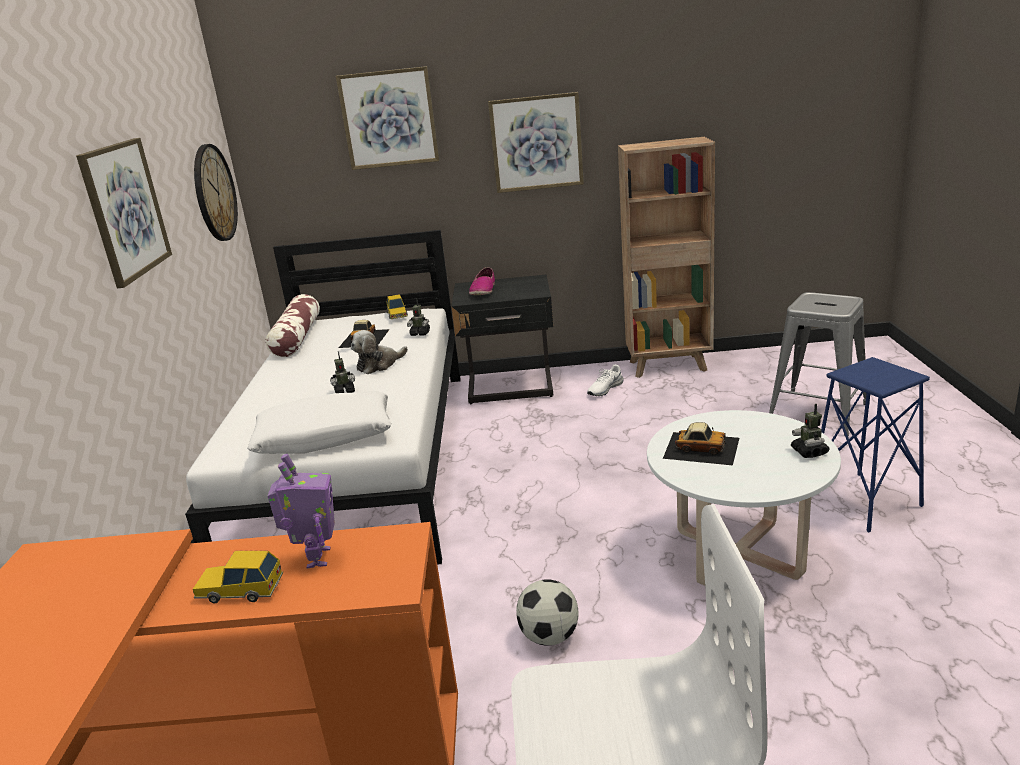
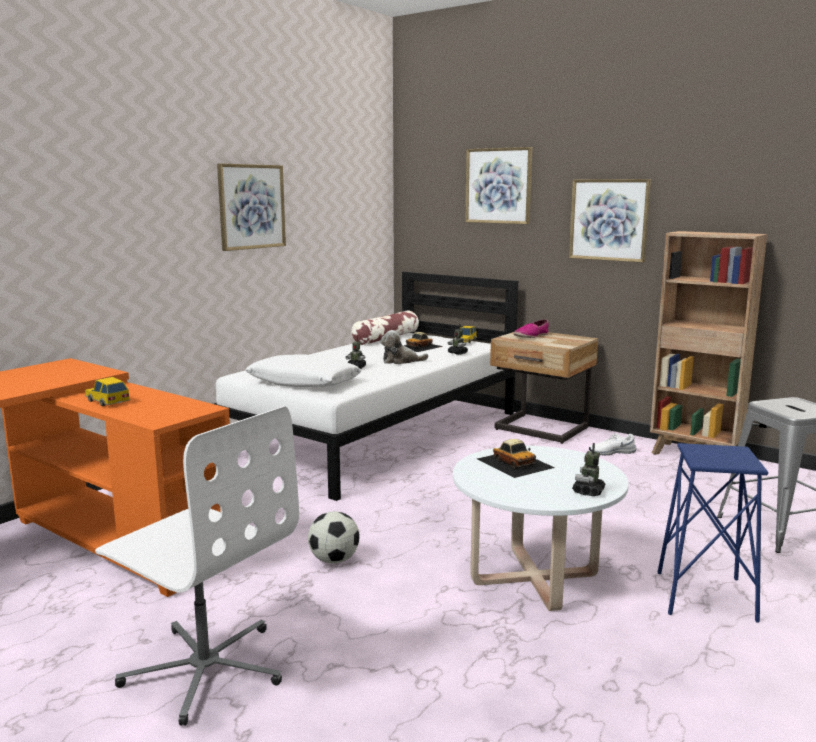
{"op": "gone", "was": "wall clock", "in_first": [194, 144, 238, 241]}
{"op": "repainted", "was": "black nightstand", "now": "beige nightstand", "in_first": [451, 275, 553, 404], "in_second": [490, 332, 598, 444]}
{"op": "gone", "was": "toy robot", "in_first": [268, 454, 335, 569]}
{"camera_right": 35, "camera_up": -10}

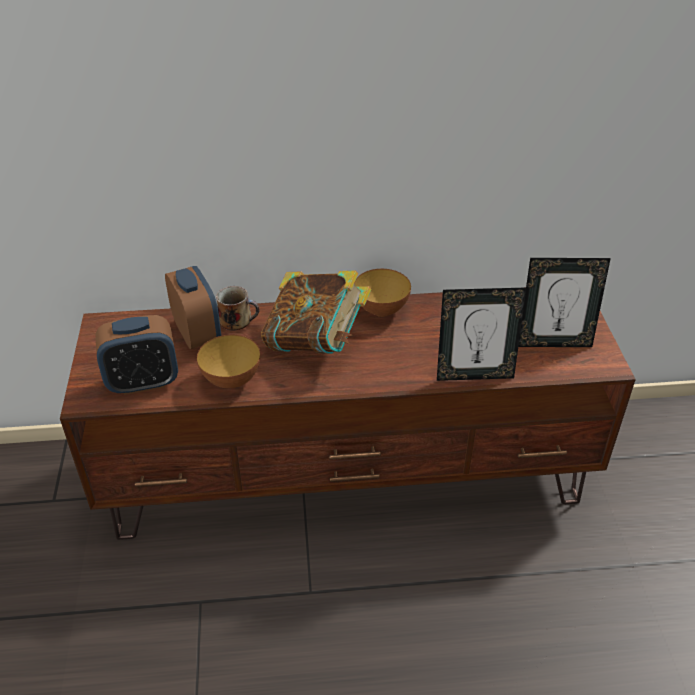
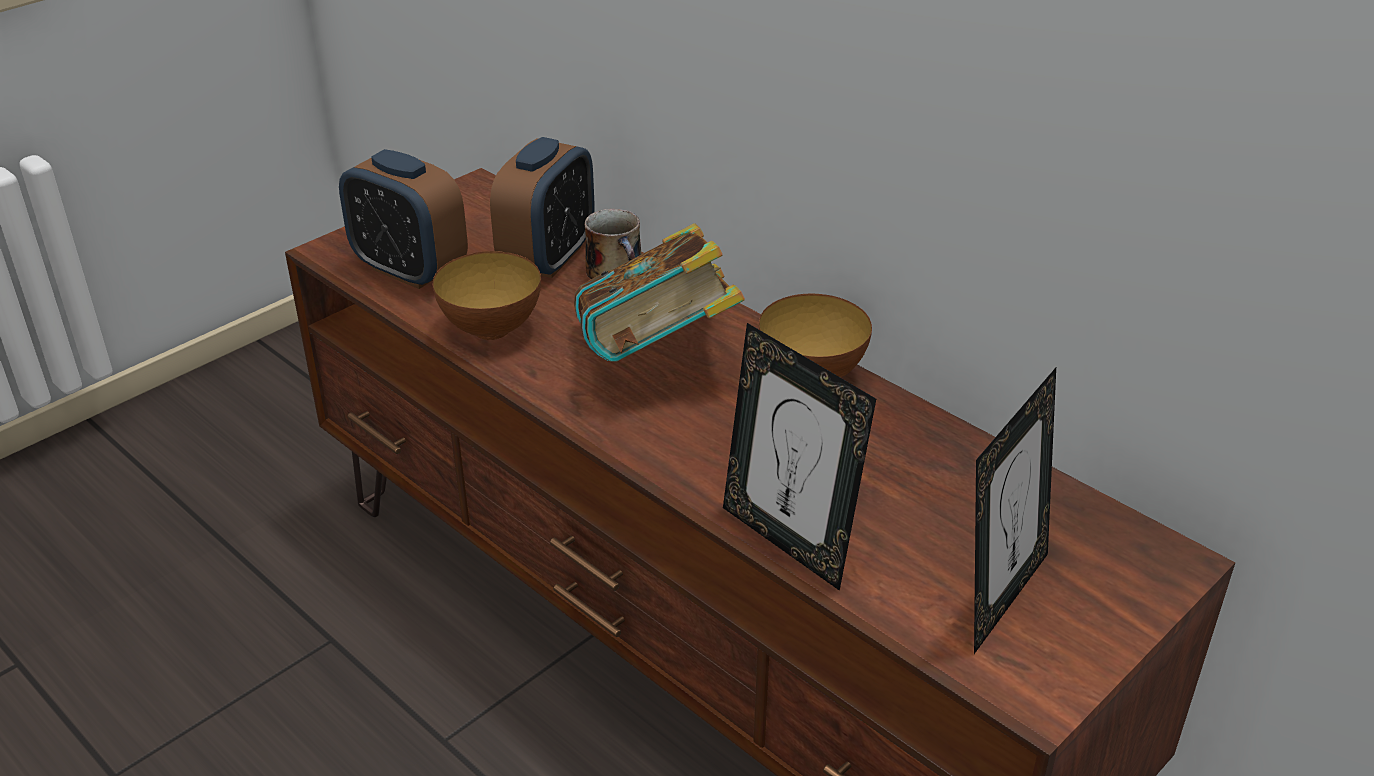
{"op": "rotated", "was": "picture frame", "in_first": [518, 258, 611, 347], "in_second": [974, 368, 1056, 654], "clockwise": -105}
{"camera_right": 50, "camera_up": -5}

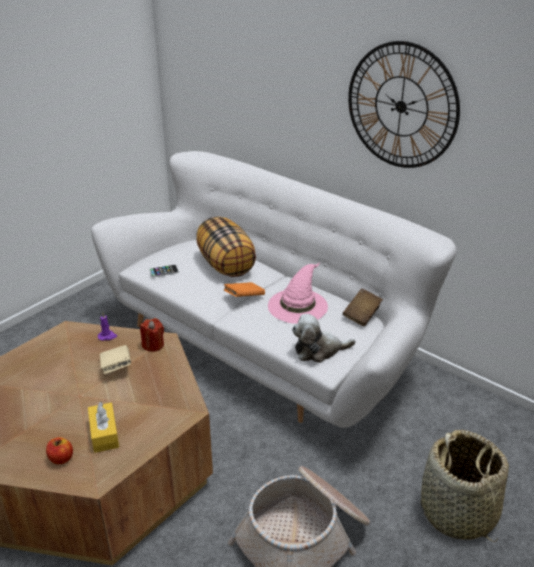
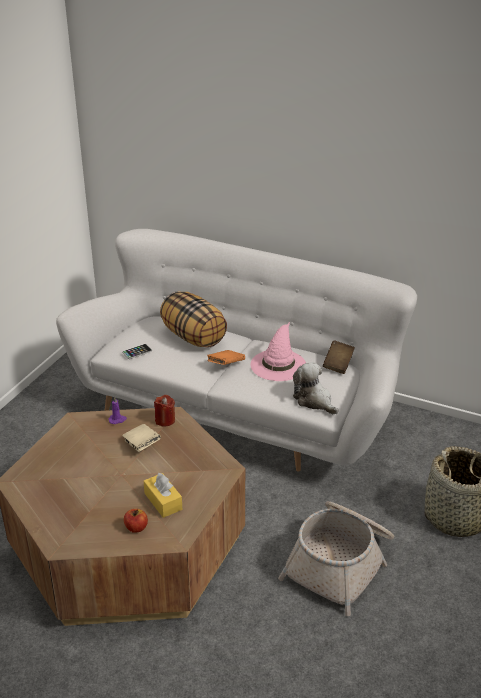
{"op": "gone", "was": "wall clock", "in_first": [348, 41, 460, 168]}
{"op": "rotated", "was": "plush toy", "in_first": [292, 314, 355, 363], "in_second": [293, 362, 339, 414], "clockwise": 75}
{"camera_right": -15, "camera_up": 0}

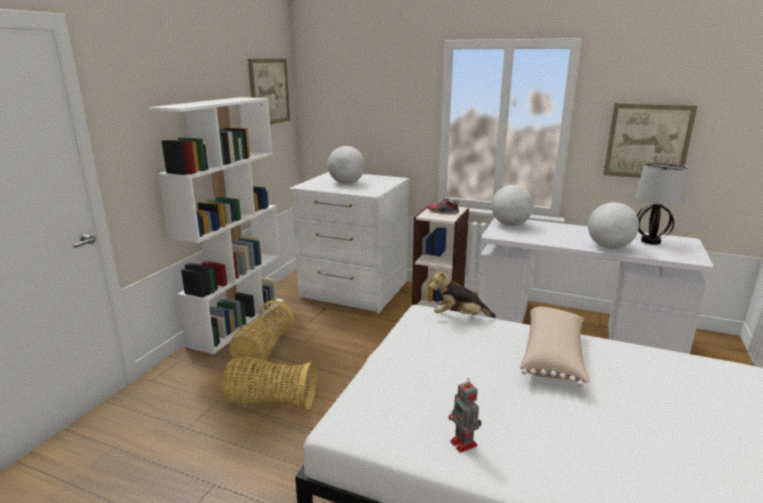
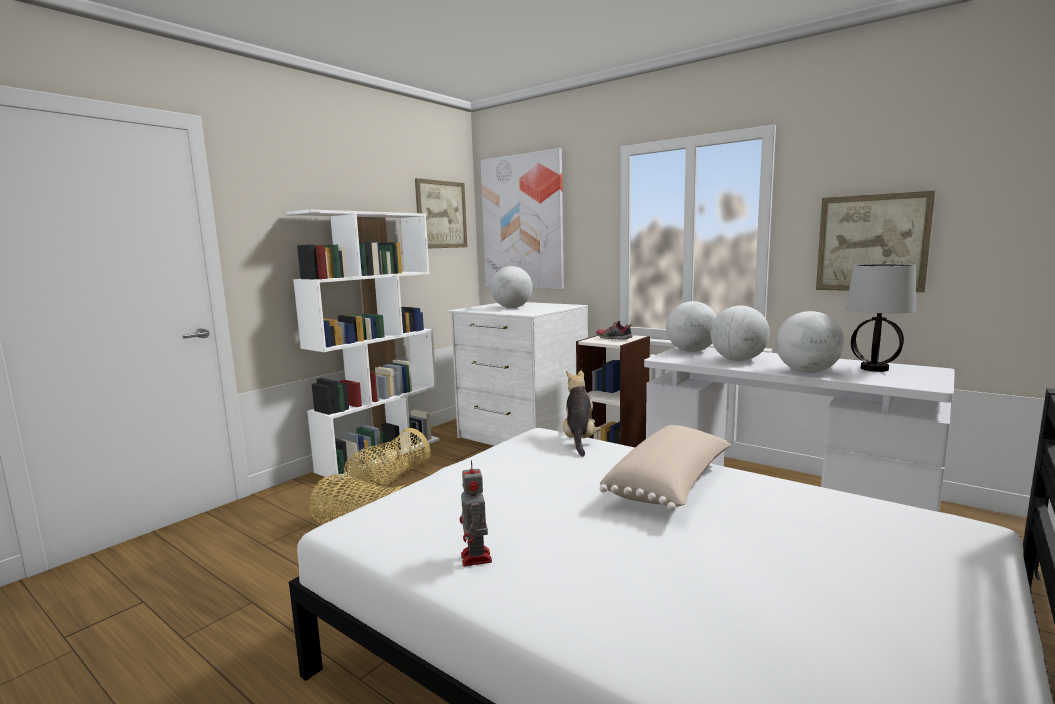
{"op": "rotated", "was": "plush toy", "in_first": [429, 268, 496, 318], "in_second": [563, 370, 601, 457], "clockwise": 75}
{"op": "new", "now": "picture", "in_second": [480, 148, 564, 289]}
{"op": "new", "now": "globe", "in_second": [711, 306, 770, 361]}
{"camera_right": 15, "camera_up": -10}

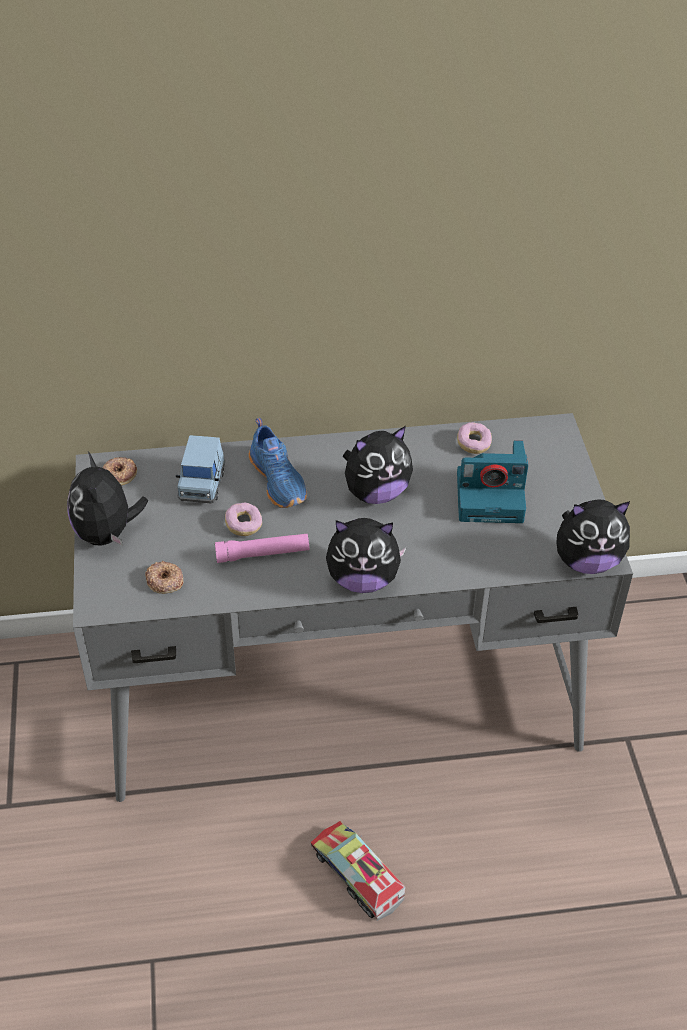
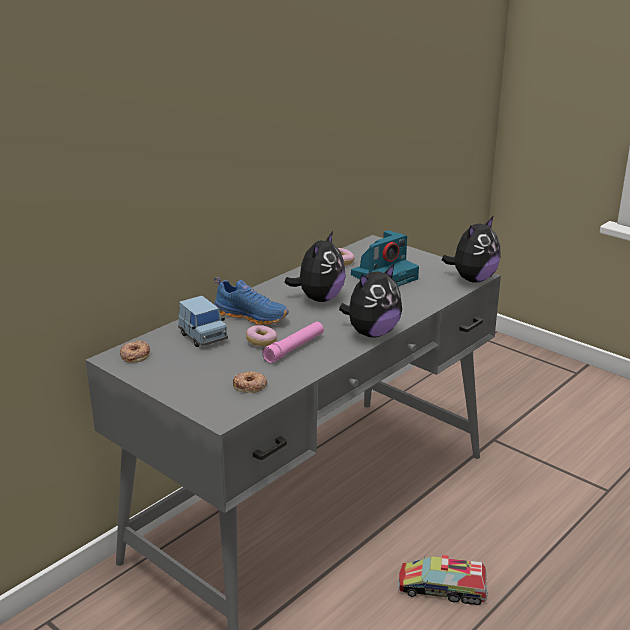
{"op": "gone", "was": "plush toy", "in_first": [67, 452, 148, 546]}
{"camera_right": -40, "camera_up": -20}

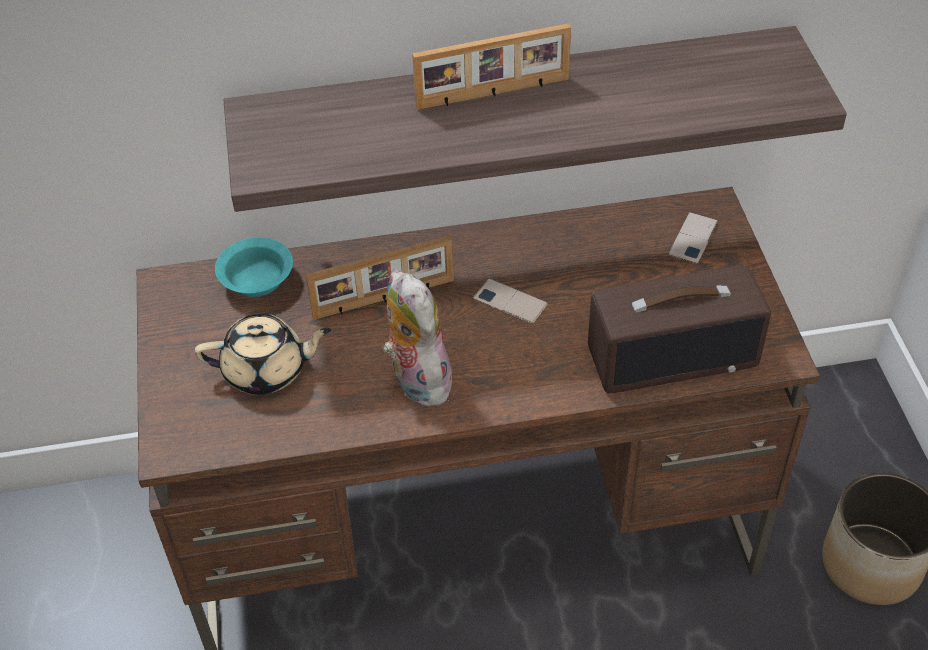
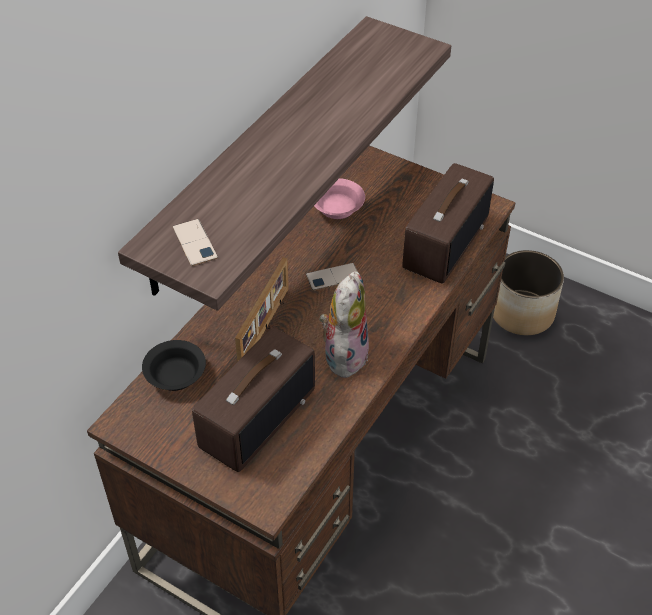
{"op": "gone", "was": "picture frame", "in_first": [412, 23, 571, 110]}
{"op": "shifted", "was": "phone", "in_first": [668, 212, 718, 264], "in_second": [173, 219, 218, 266]}
{"op": "repainted", "was": "turquoise bowl", "now": "black bowl", "in_first": [215, 237, 293, 297], "in_second": [142, 340, 206, 391]}
{"op": "rotated", "was": "plush toy", "in_first": [382, 270, 452, 407], "in_second": [320, 271, 369, 381], "clockwise": 90}
{"op": "swapped", "was": "beige teapot", "now": "radio", "in_first": [195, 313, 331, 395], "in_second": [192, 327, 315, 472]}
{"op": "new", "now": "pink bowl", "in_second": [314, 178, 365, 219]}
{"camera_right": -50, "camera_up": 0}

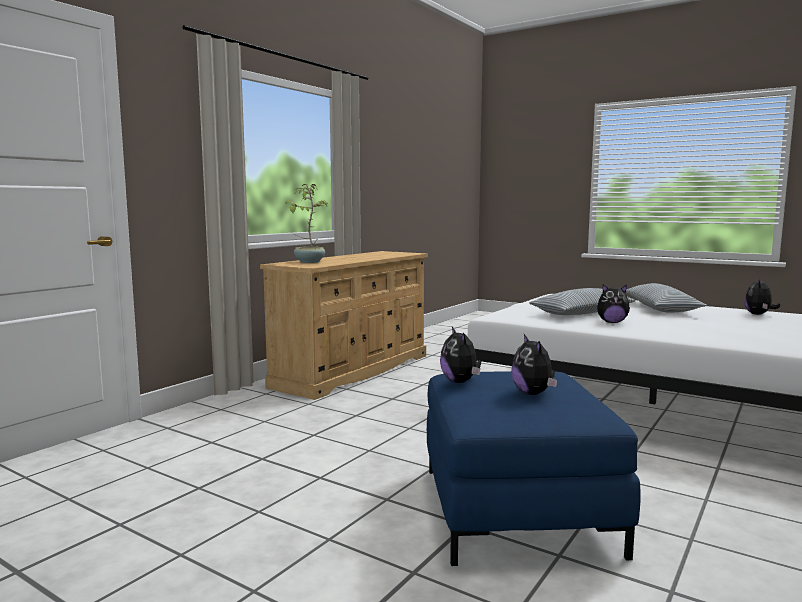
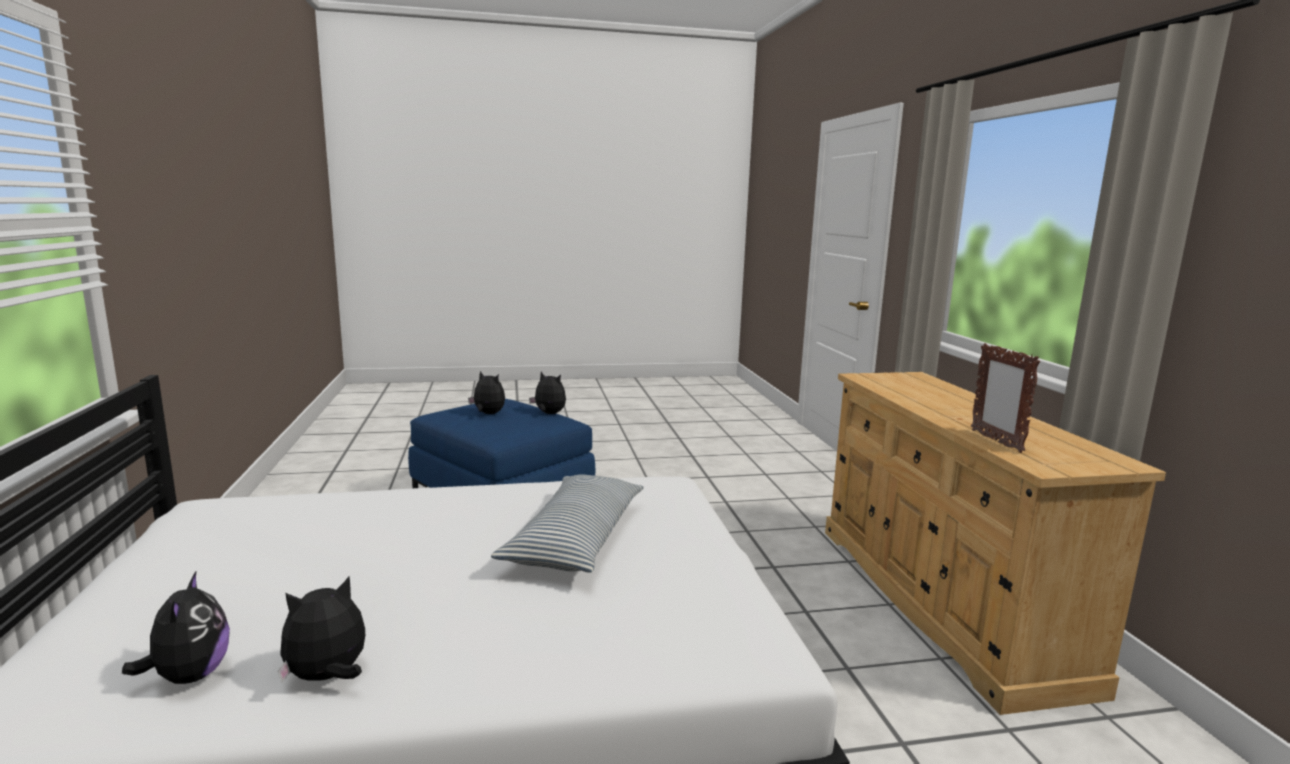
{"op": "gone", "was": "potted plant", "in_first": [286, 184, 328, 263]}
{"op": "gone", "was": "pillow", "in_first": [626, 283, 707, 313]}
{"op": "shifted", "was": "plush toy", "in_first": [597, 284, 630, 323], "in_second": [278, 577, 365, 682]}
{"op": "new", "now": "picture frame", "in_second": [971, 343, 1040, 453]}
{"camera_right": 135, "camera_up": 5}

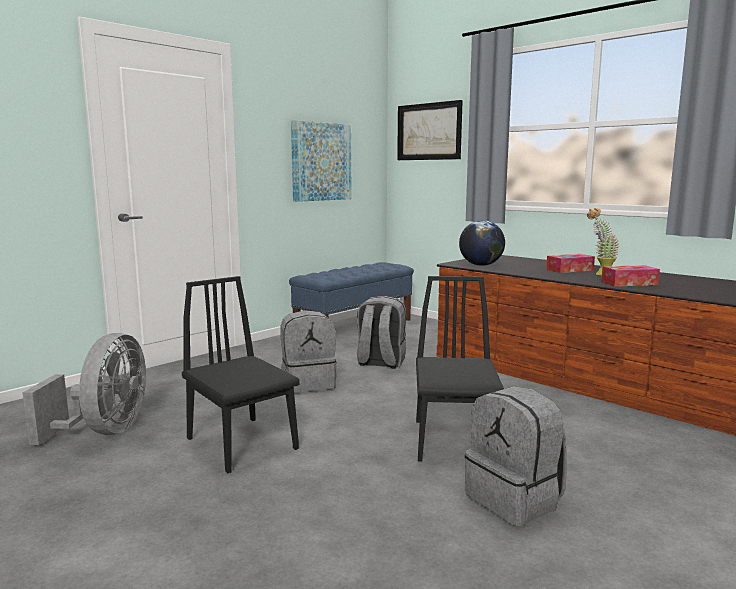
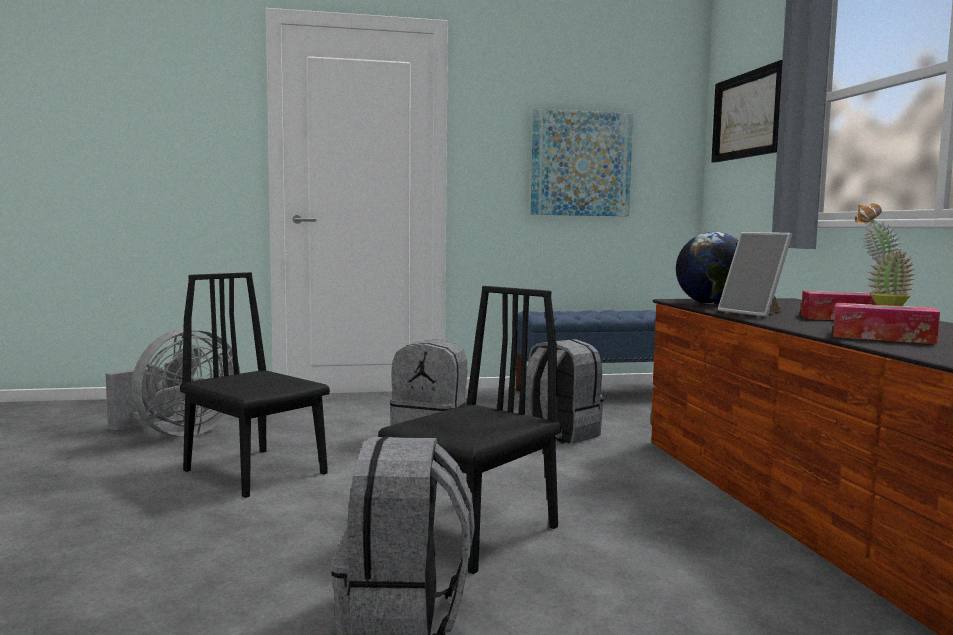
{"op": "rotated", "was": "black chair", "in_first": [182, 276, 300, 473], "in_second": [180, 272, 330, 498], "clockwise": -45}
{"op": "new", "now": "picture frame", "in_second": [718, 232, 792, 317]}
{"camera_right": 35, "camera_up": -5}

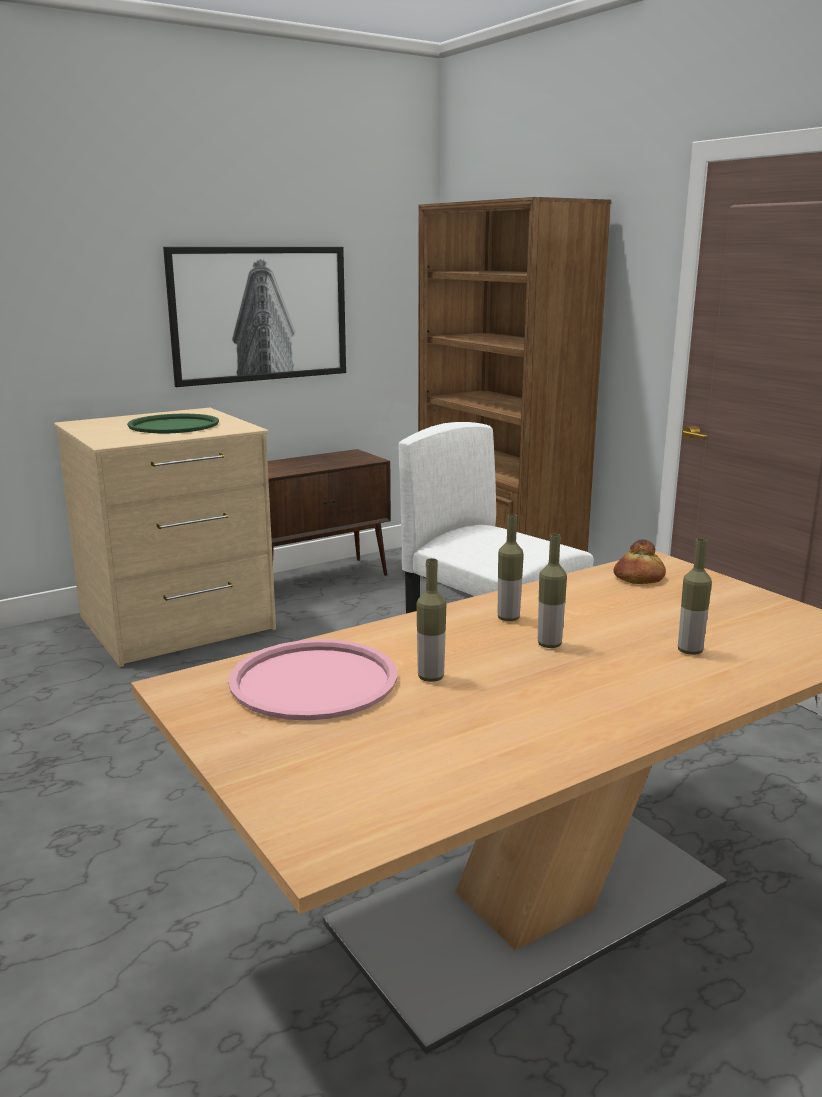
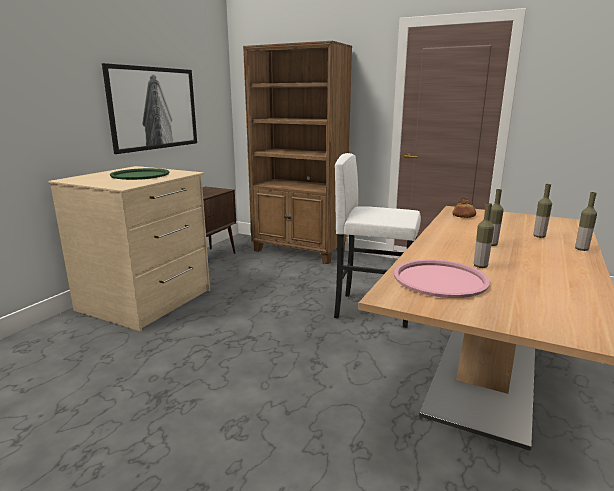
{"op": "shifted", "was": "bottle", "in_first": [498, 514, 524, 621], "in_second": [575, 192, 597, 251]}
{"camera_right": -30, "camera_up": 0}

